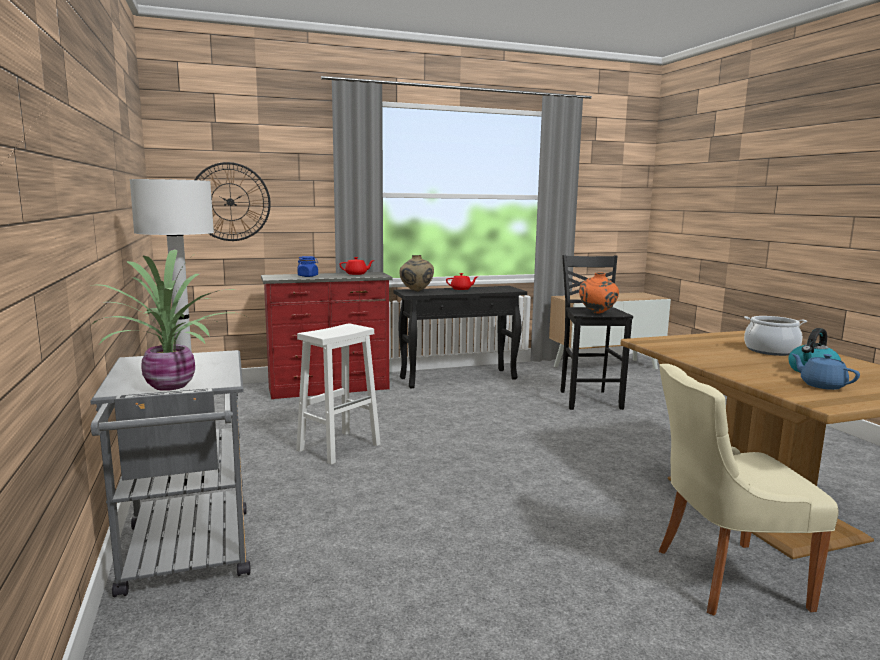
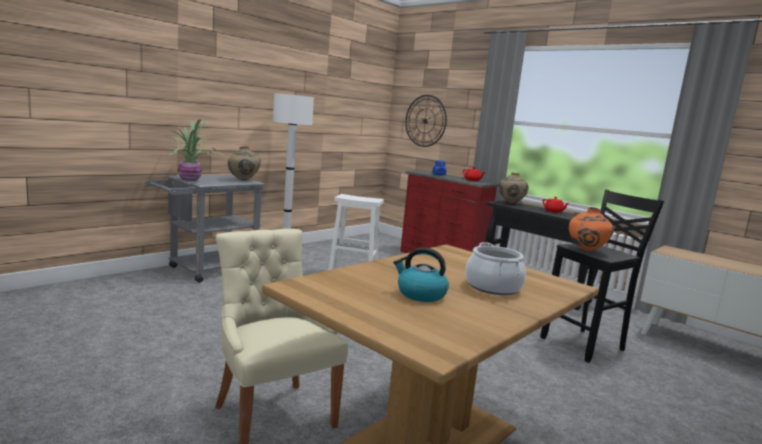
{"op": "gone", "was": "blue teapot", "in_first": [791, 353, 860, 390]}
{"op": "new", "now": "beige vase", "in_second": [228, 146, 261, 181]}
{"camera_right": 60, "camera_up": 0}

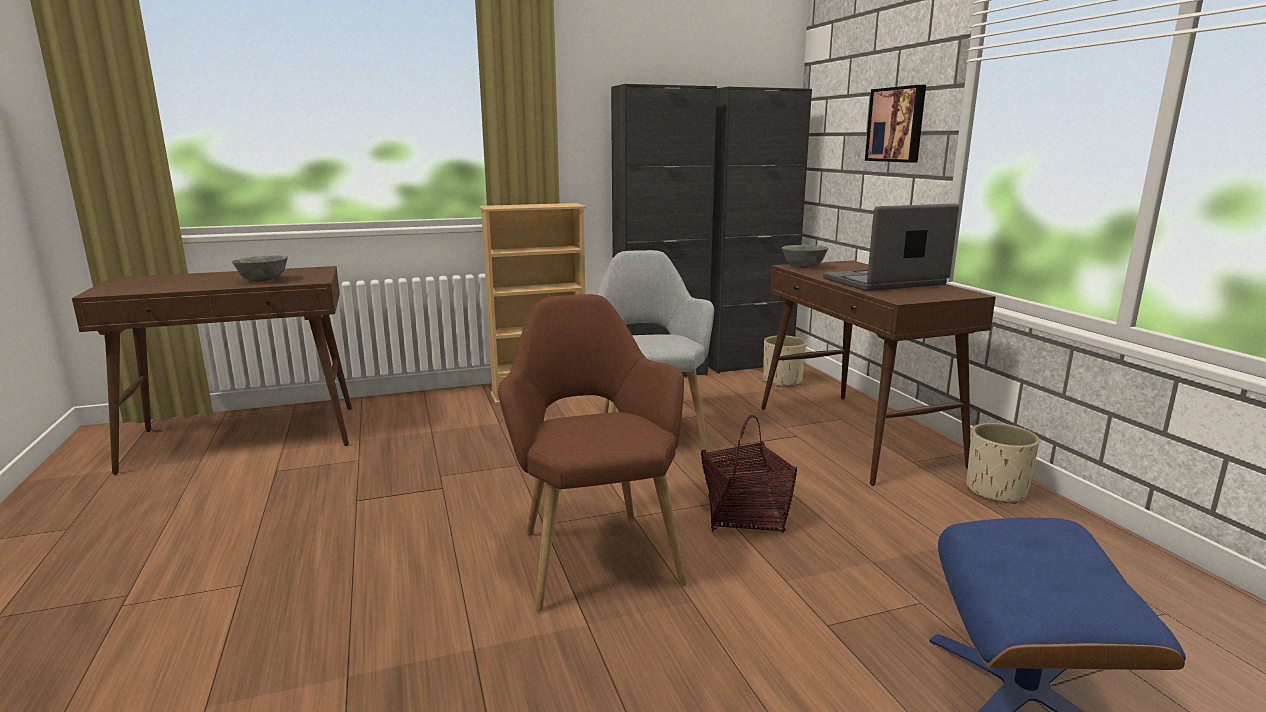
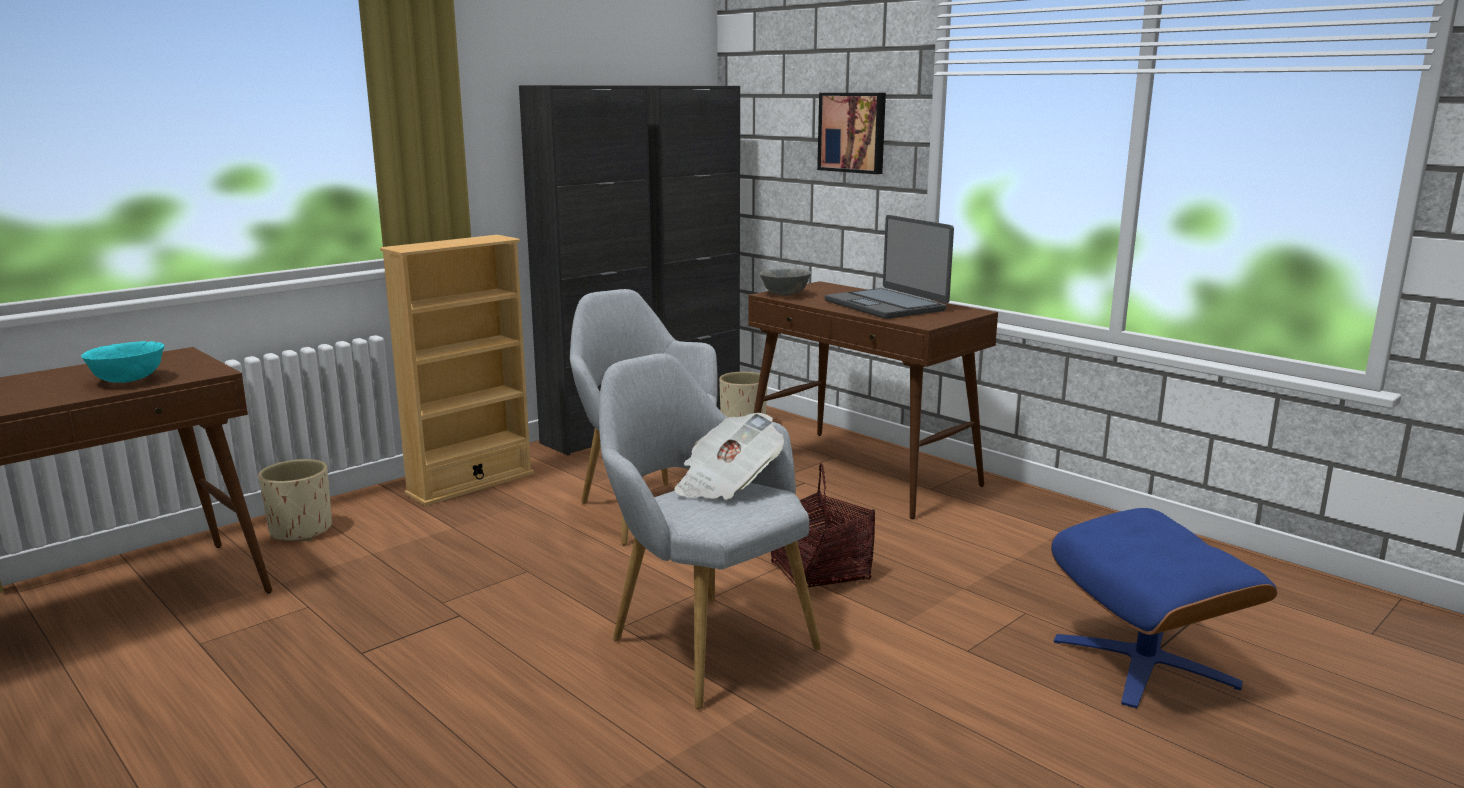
{"op": "rotated", "was": "laptop", "in_first": [823, 203, 959, 291], "in_second": [825, 215, 954, 319], "clockwise": -75}
{"op": "repainted", "was": "grey bowl", "now": "turquoise bowl", "in_first": [232, 255, 288, 282], "in_second": [81, 341, 164, 383]}
{"op": "repainted", "was": "brown armchair", "now": "grey armchair", "in_first": [498, 294, 687, 611], "in_second": [599, 354, 821, 709]}
{"op": "shifted", "was": "beige planter", "in_first": [966, 423, 1040, 504], "in_second": [258, 459, 332, 541]}
{"op": "new", "now": "newspaper", "in_second": [674, 413, 784, 499]}
{"camera_right": -25, "camera_up": 0}

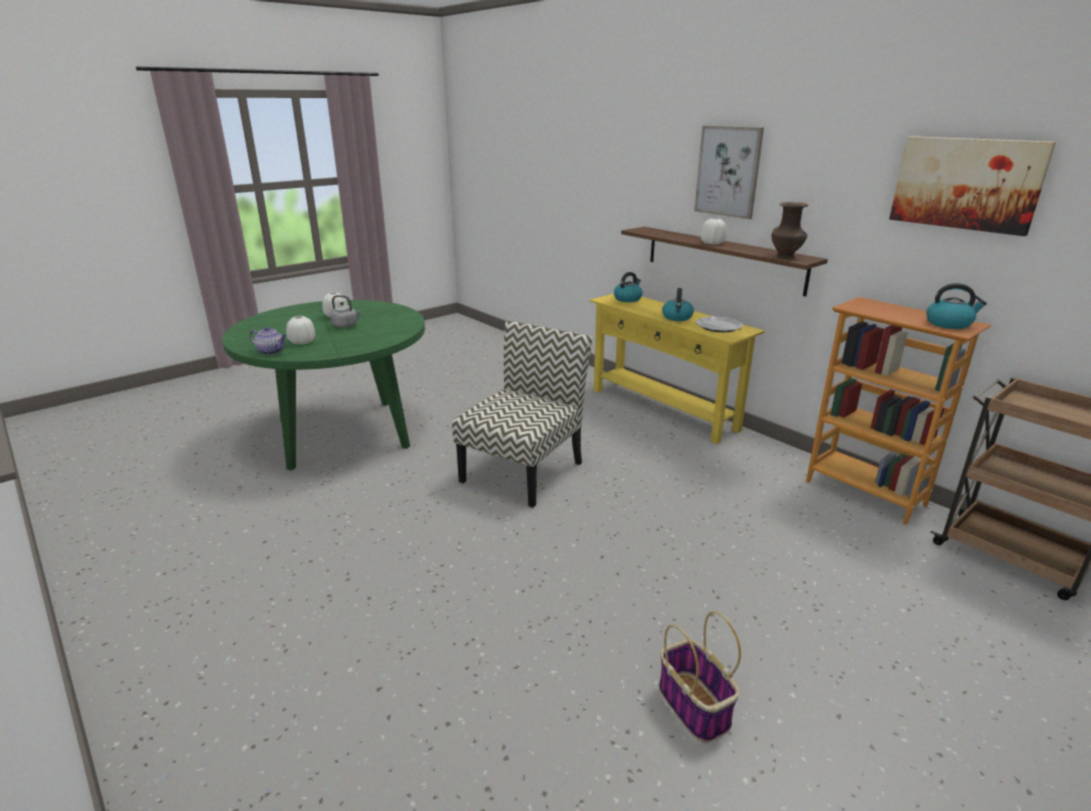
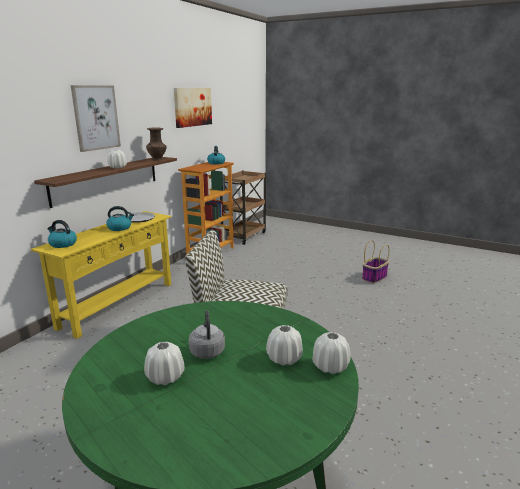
{"op": "swapped", "was": "teapot", "now": "white vase", "in_first": [250, 327, 287, 355], "in_second": [313, 332, 351, 374]}
{"camera_right": -110, "camera_up": -5}

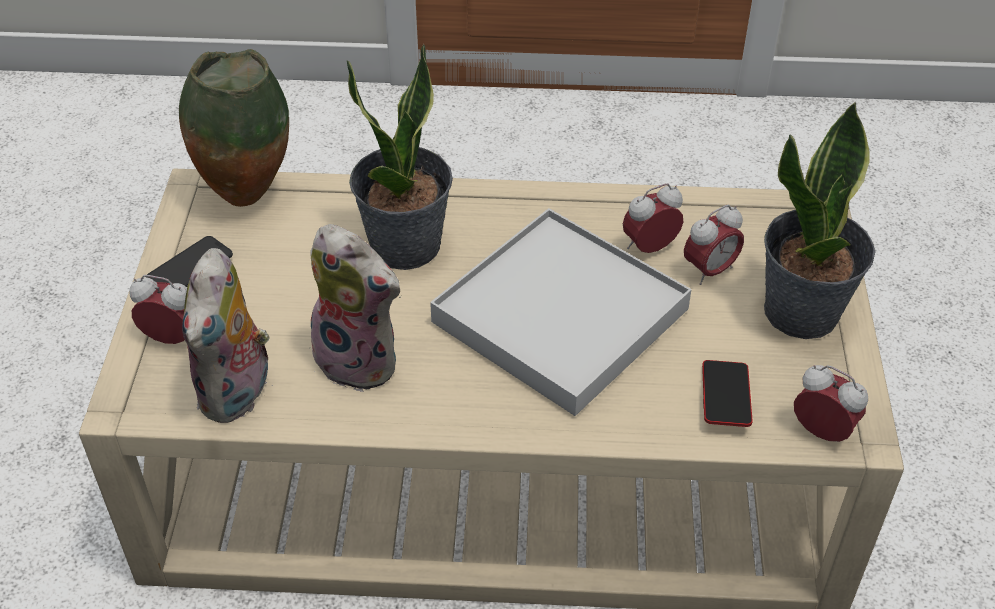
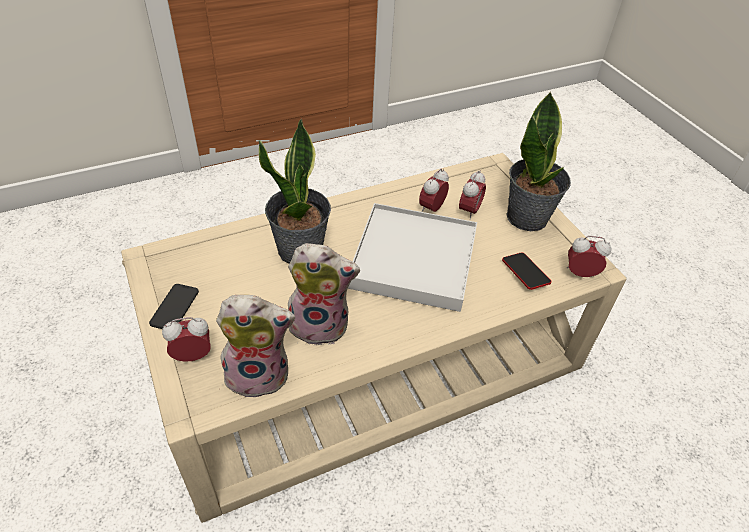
{"op": "gone", "was": "vase", "in_first": [179, 49, 289, 207]}
{"op": "rotated", "was": "plush toy", "in_first": [182, 248, 273, 423], "in_second": [216, 295, 295, 399], "clockwise": -75}
{"camera_right": -30, "camera_up": 0}

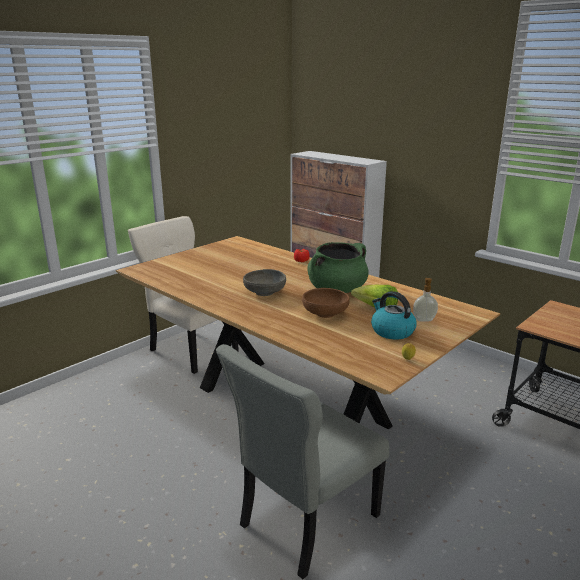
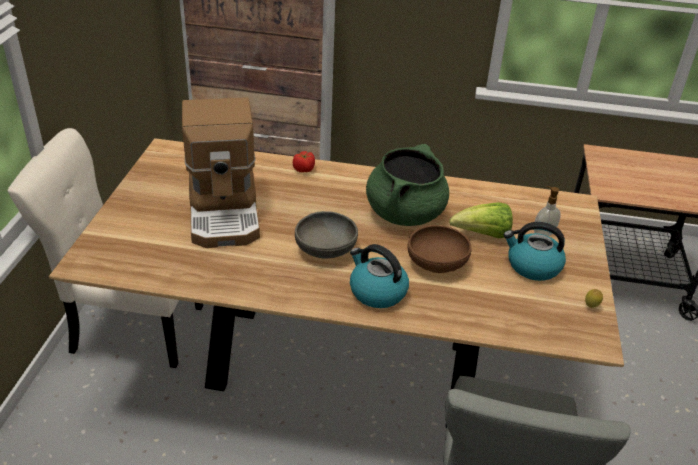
{"op": "new", "now": "coffee machine", "in_second": [182, 97, 260, 248]}
{"op": "new", "now": "kettle", "in_second": [350, 244, 409, 308]}
{"camera_right": -35, "camera_up": 15}

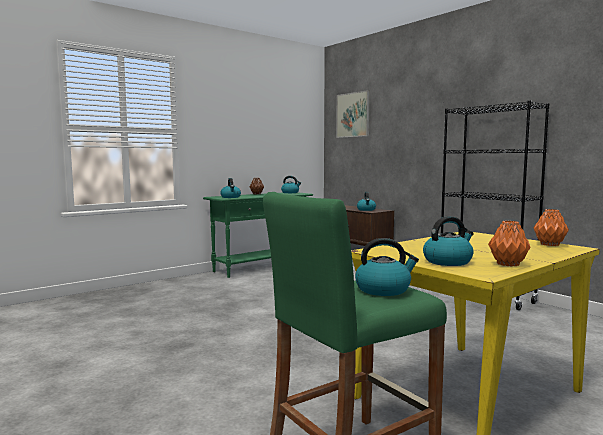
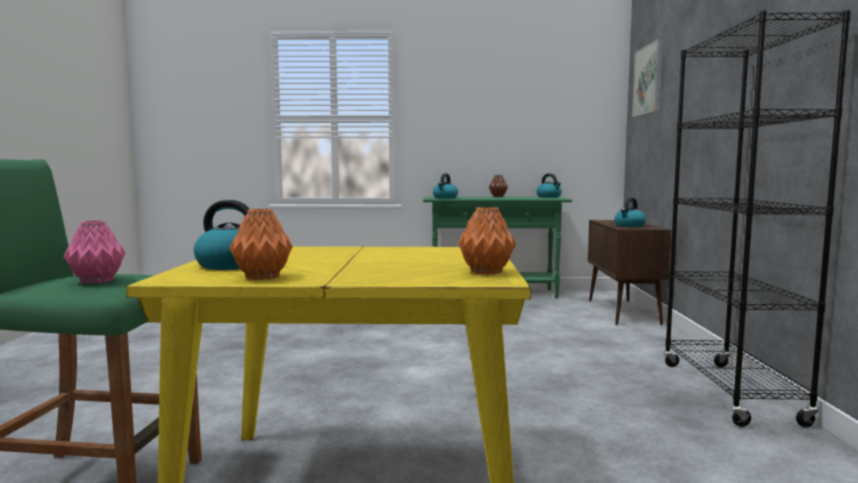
{"op": "swapped", "was": "kettle", "now": "pink vase", "in_first": [355, 238, 419, 296], "in_second": [64, 220, 126, 284]}
{"camera_right": 40, "camera_up": 0}

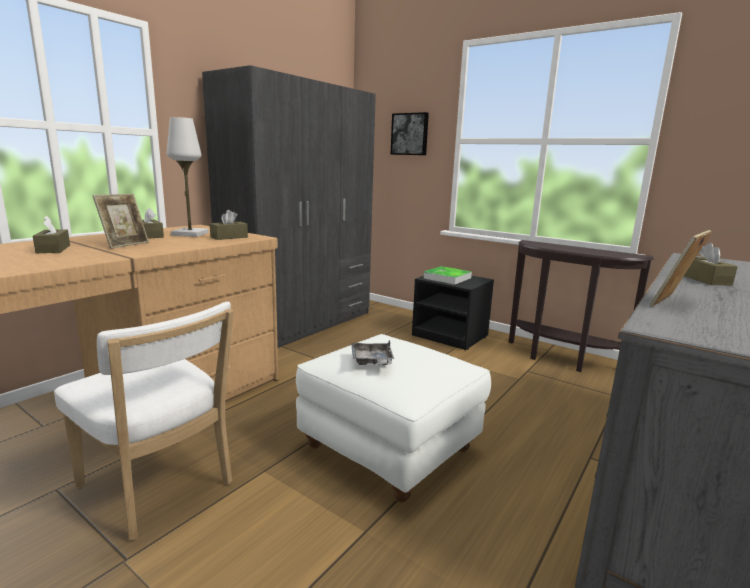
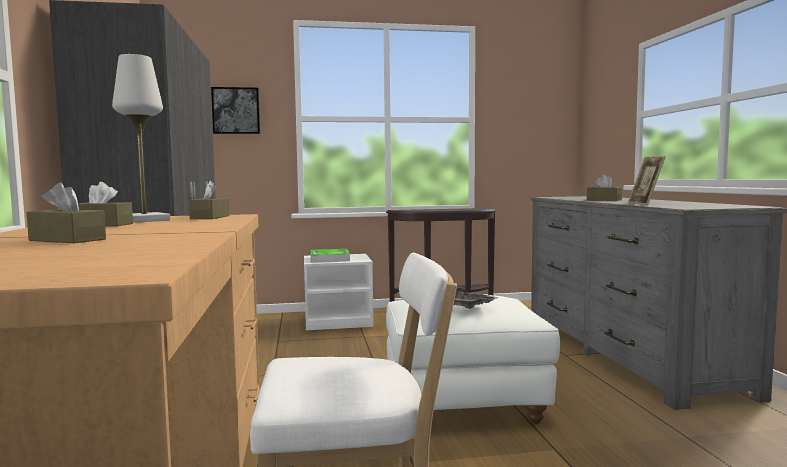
{"op": "gone", "was": "picture frame", "in_first": [93, 194, 149, 249]}
{"op": "repainted", "was": "black nightstand", "now": "white nightstand", "in_first": [412, 276, 494, 350], "in_second": [304, 254, 373, 330]}
{"camera_right": -45, "camera_up": -10}

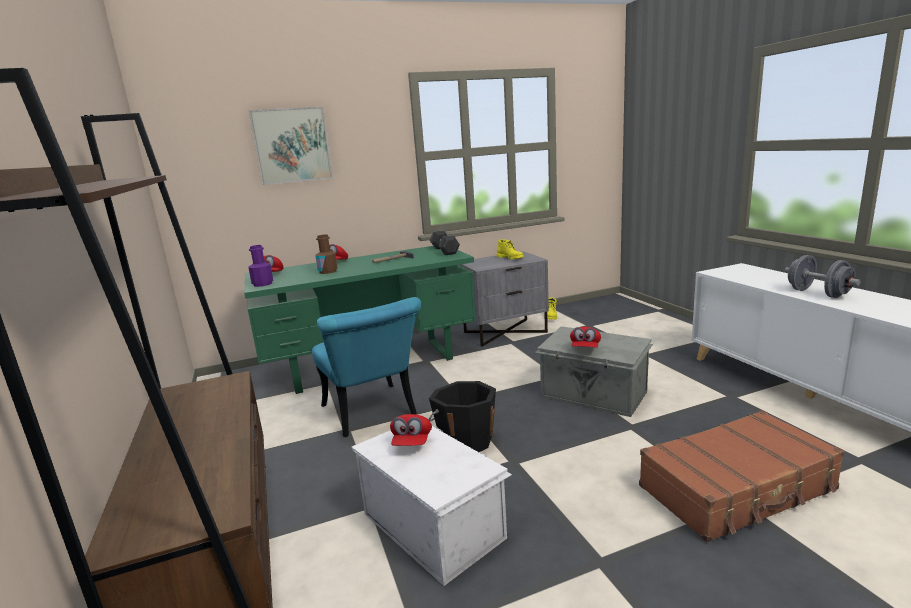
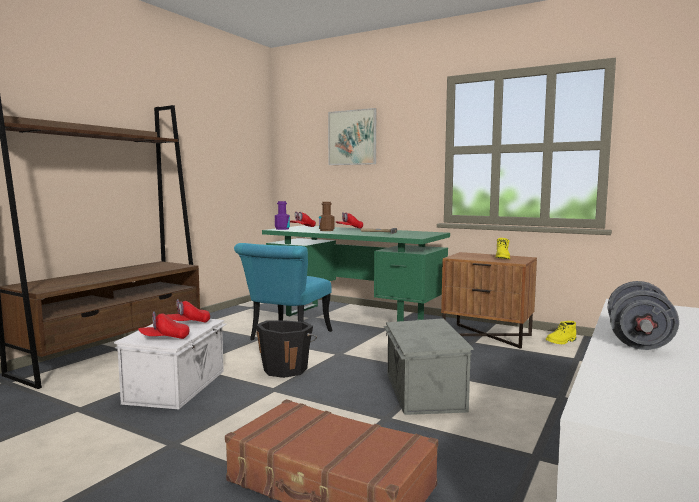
{"op": "gone", "was": "grey dumbbell", "in_first": [430, 231, 460, 255]}
{"op": "repainted", "was": "grey nightstand", "now": "brown nightstand", "in_first": [460, 251, 549, 347], "in_second": [441, 252, 537, 349]}
{"op": "shifted", "was": "red cap", "in_first": [570, 327, 601, 347], "in_second": [138, 311, 190, 339]}
{"camera_right": 50, "camera_up": -10}

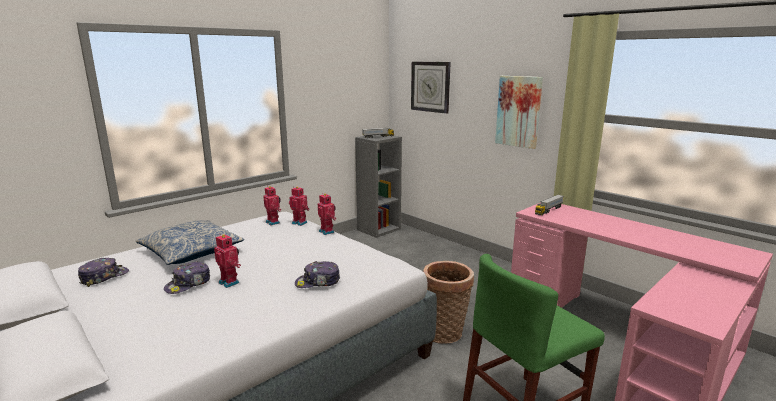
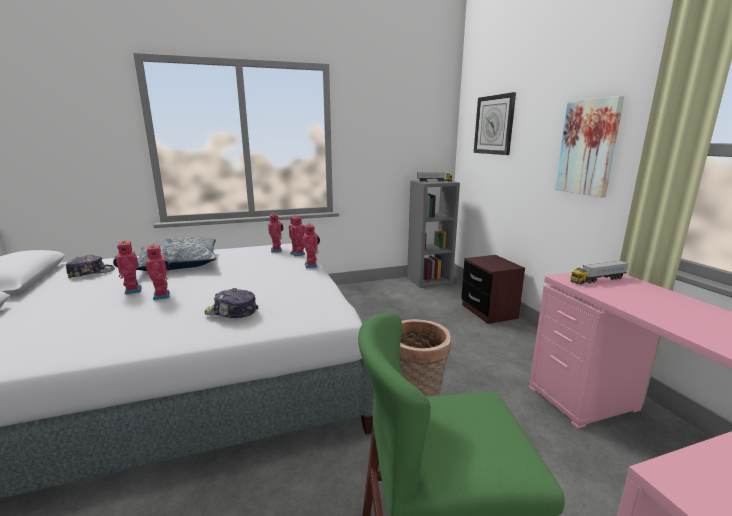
{"op": "swapped", "was": "cap", "now": "toy robot", "in_first": [164, 261, 210, 294], "in_second": [113, 240, 142, 295]}
{"op": "new", "now": "brown nightstand", "in_second": [461, 255, 525, 324]}
{"camera_right": 25, "camera_up": 0}

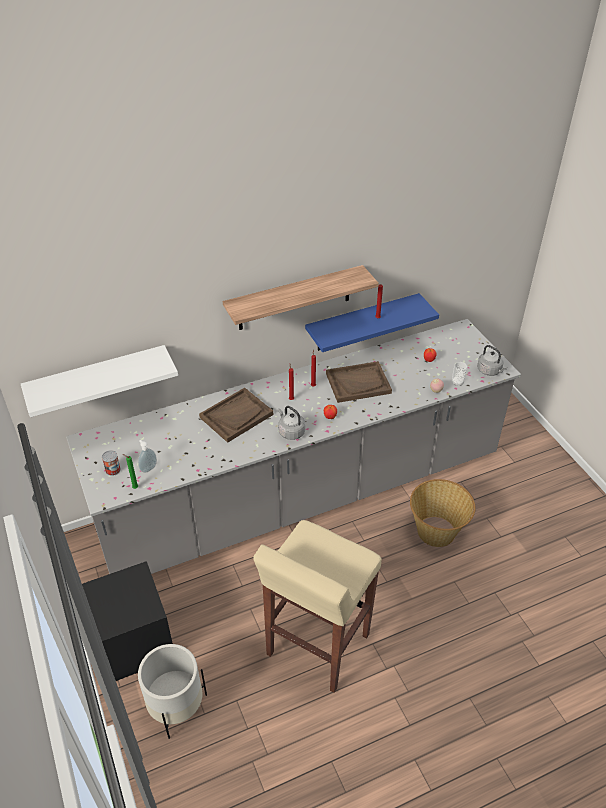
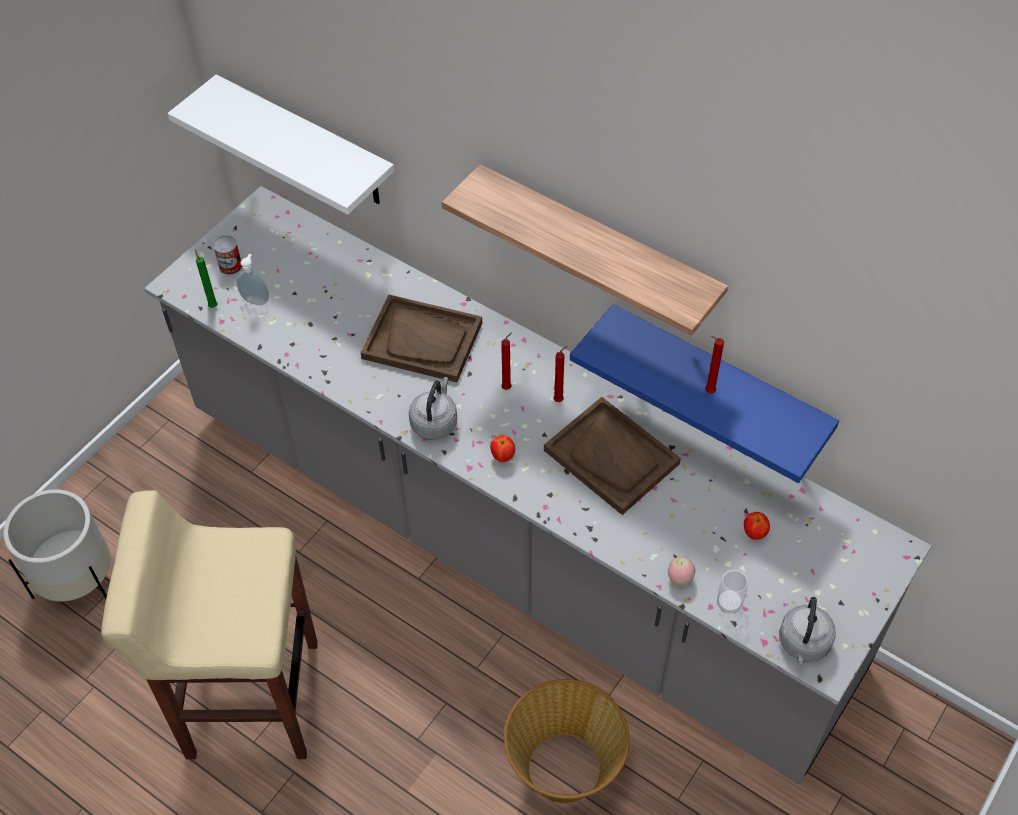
{"op": "gone", "was": "black nightstand", "in_first": [82, 561, 173, 681]}
{"camera_right": 60, "camera_up": 10}

